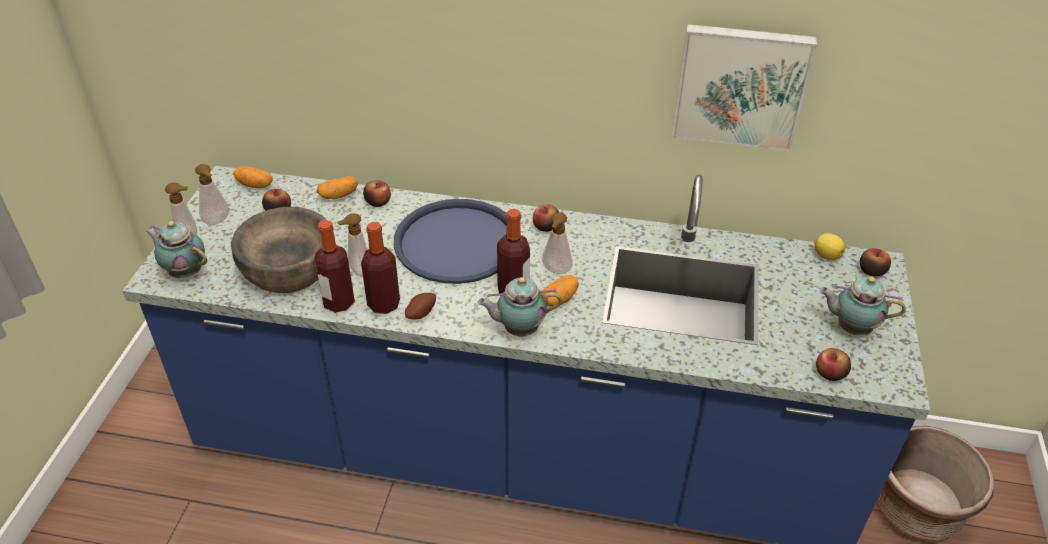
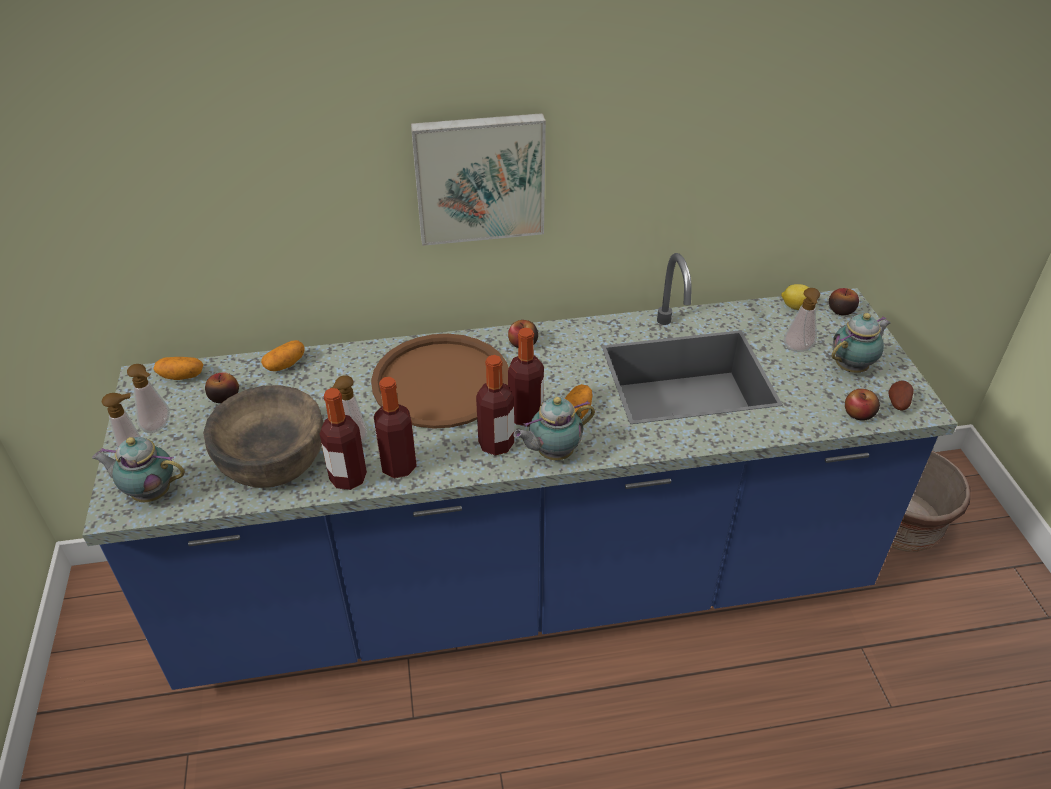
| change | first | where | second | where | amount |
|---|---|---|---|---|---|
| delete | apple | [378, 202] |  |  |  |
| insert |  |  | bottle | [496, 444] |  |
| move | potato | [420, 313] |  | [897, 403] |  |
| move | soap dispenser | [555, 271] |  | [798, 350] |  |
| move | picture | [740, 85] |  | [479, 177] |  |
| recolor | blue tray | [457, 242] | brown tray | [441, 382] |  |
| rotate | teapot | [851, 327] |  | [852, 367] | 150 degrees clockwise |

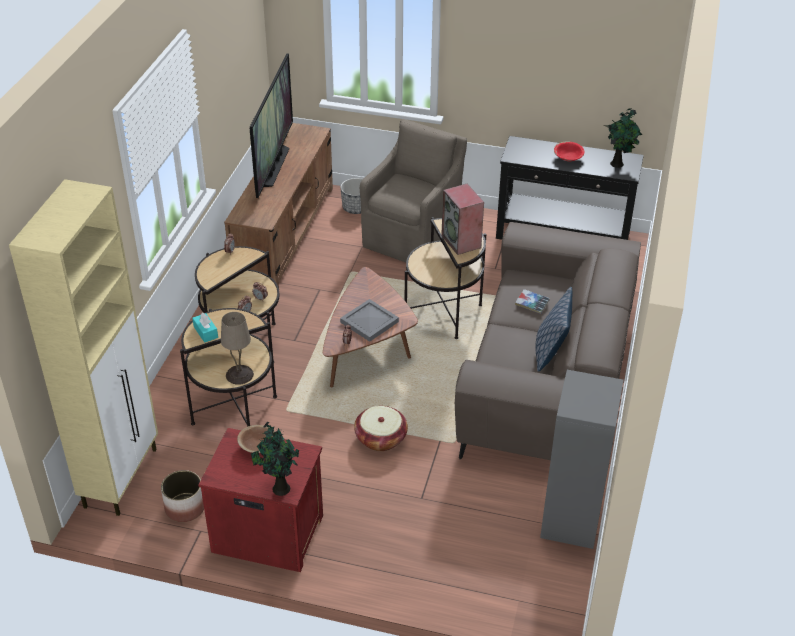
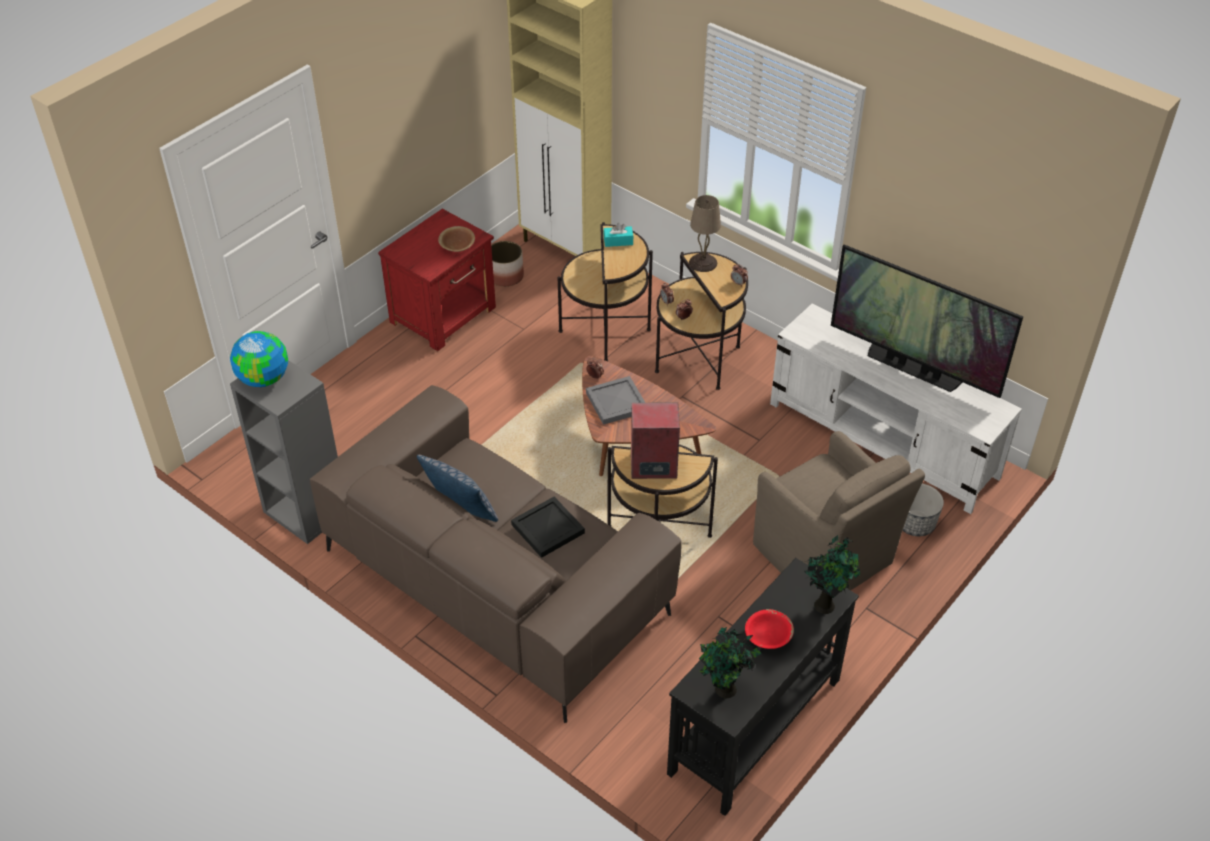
| change | first | where | second | where | amount |
|---|---|---|---|---|---|
| delete | basket | [380, 438] |  |  |  |
| insert |  |  | globe | [263, 378] |  |
| move | beige table lamp | [240, 375] |  | [702, 263] |  |
| move | potted plant | [279, 488] |  | [825, 604] |  |
| replace | book | [532, 304] | black tray | [546, 528] |  |
| recolor | brown tv stand | [285, 234] | white tv stand | [883, 441] |  |

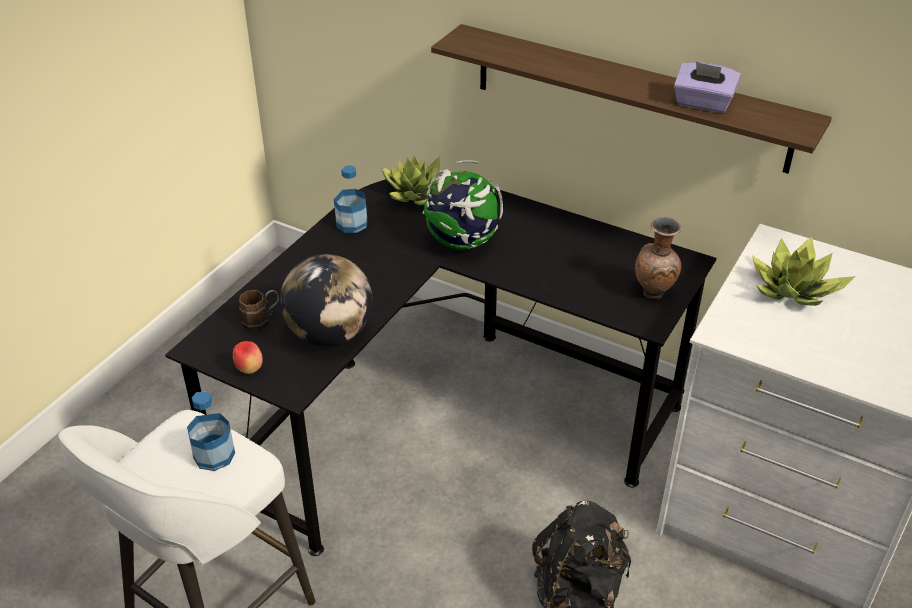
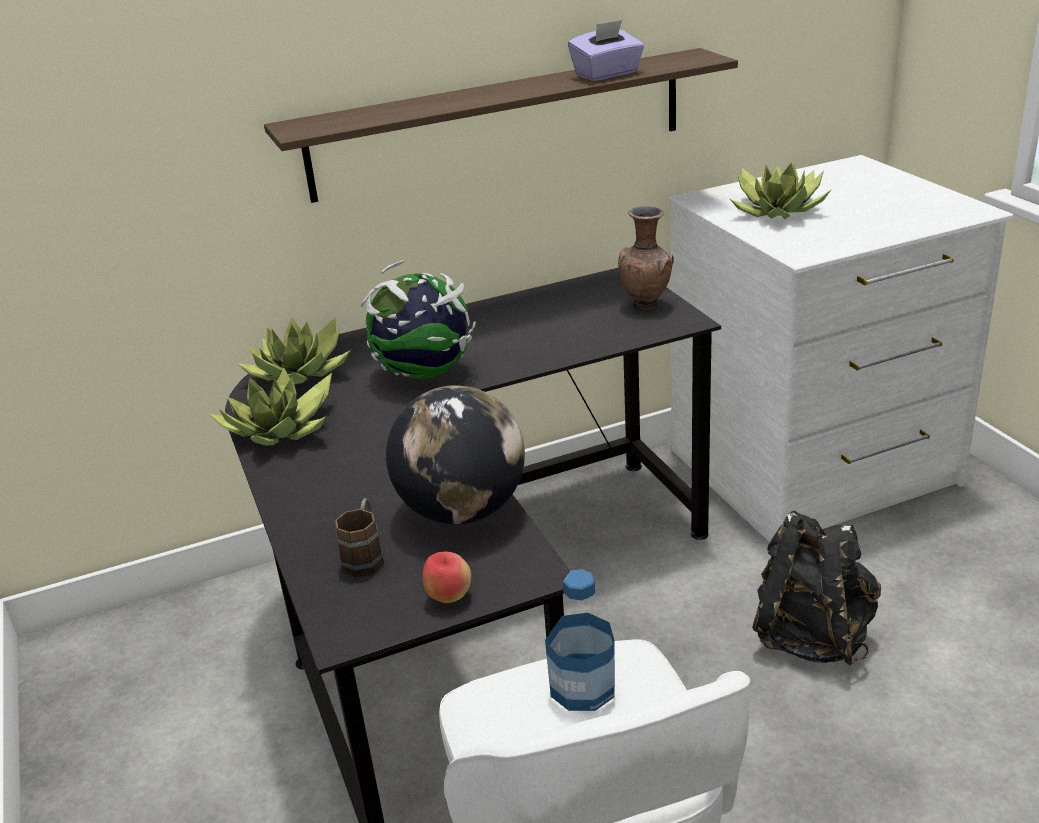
| change | first | where | second | where | amount |
|---|---|---|---|---|---|
| replace | bottle | [352, 224] | potted plant | [282, 430] |  |

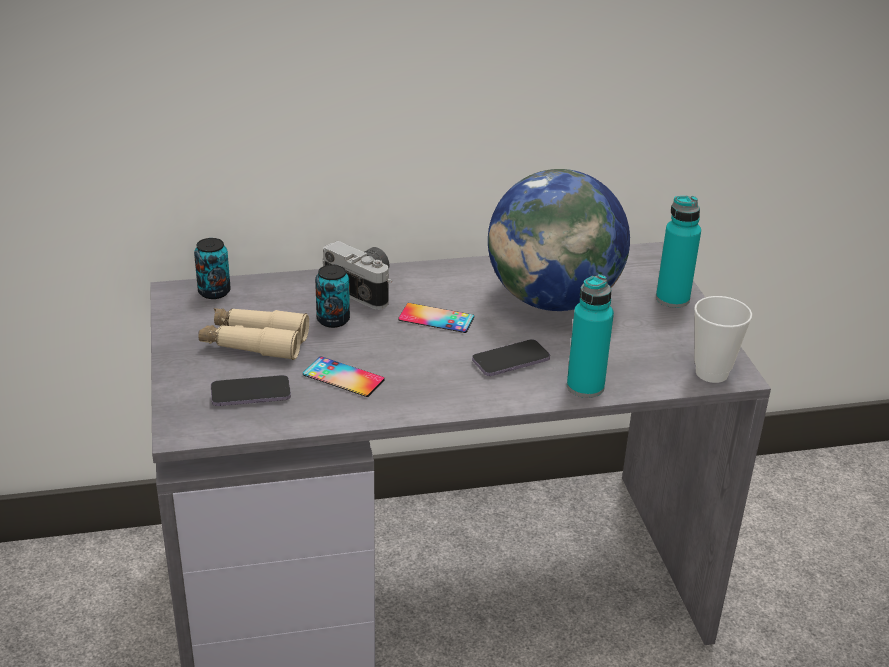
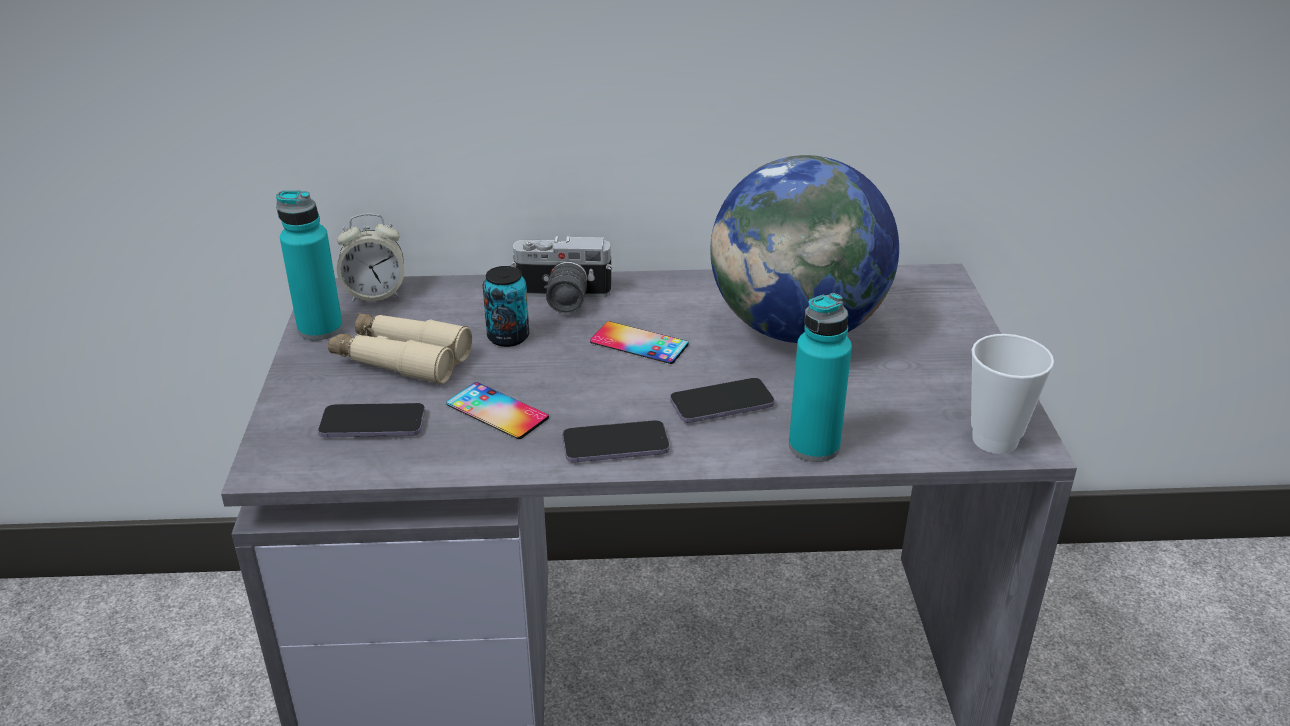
| change | first | where | second | where | amount |
|---|---|---|---|---|---|
| insert |  |  | phone | [615, 445] |  |
| move | turquoise bottle | [672, 299] |  | [320, 329] |  |
| replace | can | [214, 292] | alarm clock | [375, 294] |  |
| rotate | photo camera | [365, 288] |  | [561, 300] | 135 degrees clockwise |

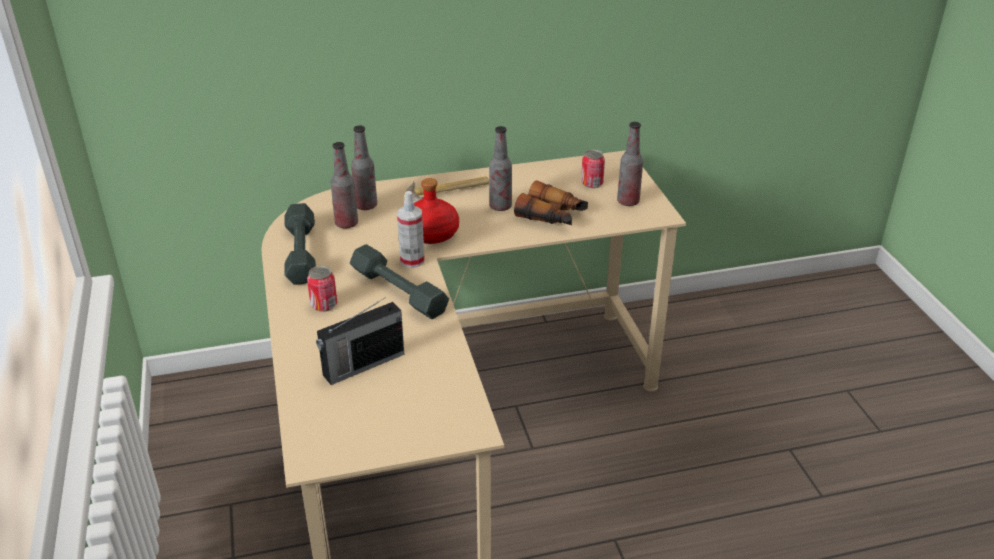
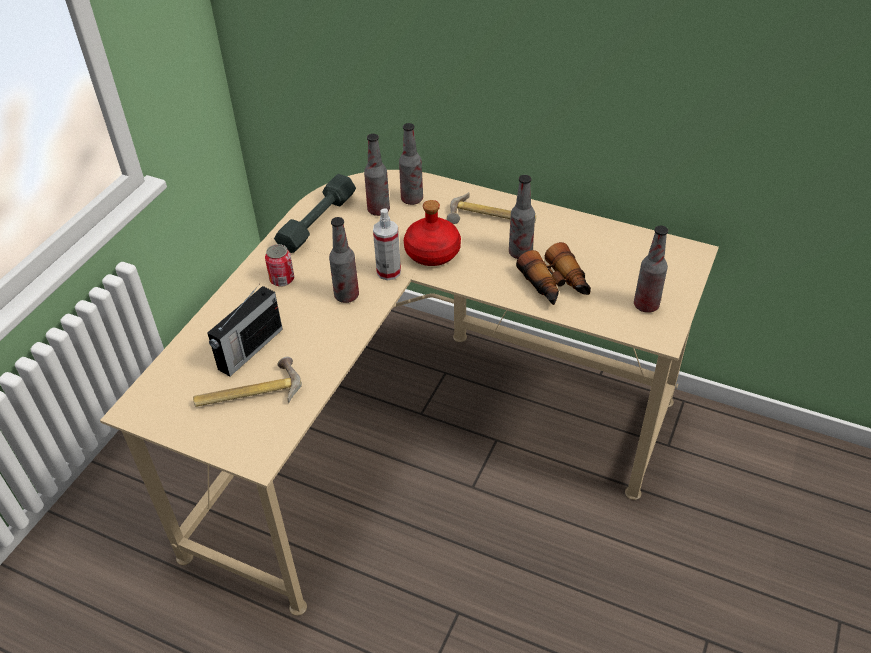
| change | first | where | second | where | amount |
|---|---|---|---|---|---|
| delete | can | [592, 183] |  |  |  |
| insert |  |  | hammer | [248, 392] |  |
| replace | grey dumbbell | [398, 291] | bottle | [346, 296] |  |
| rotate | radio | [362, 365] |  | [249, 350] | 60 degrees counterclockwise |

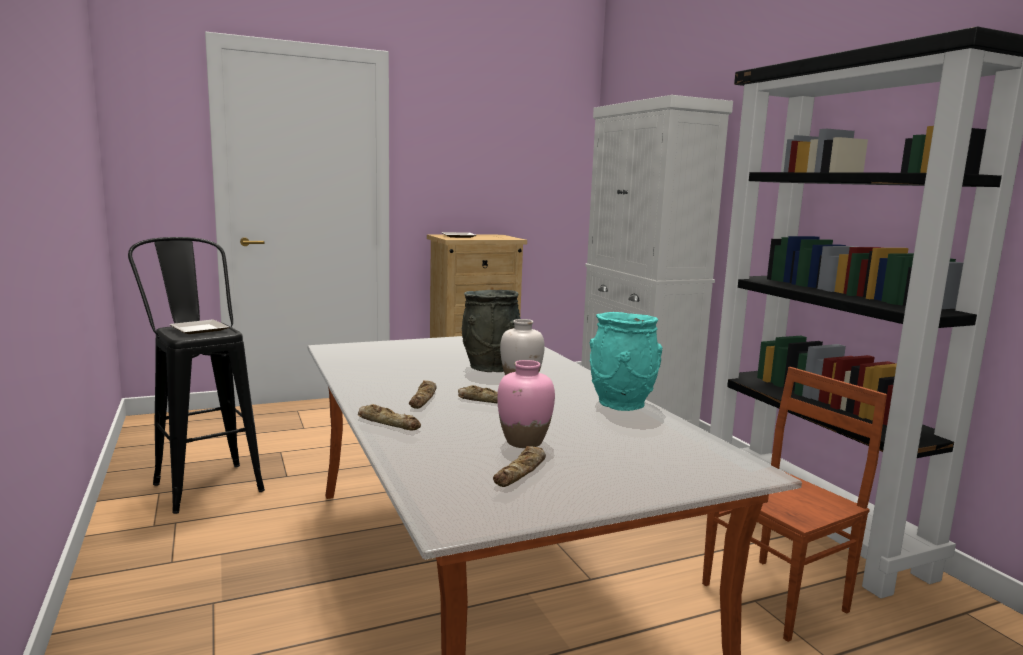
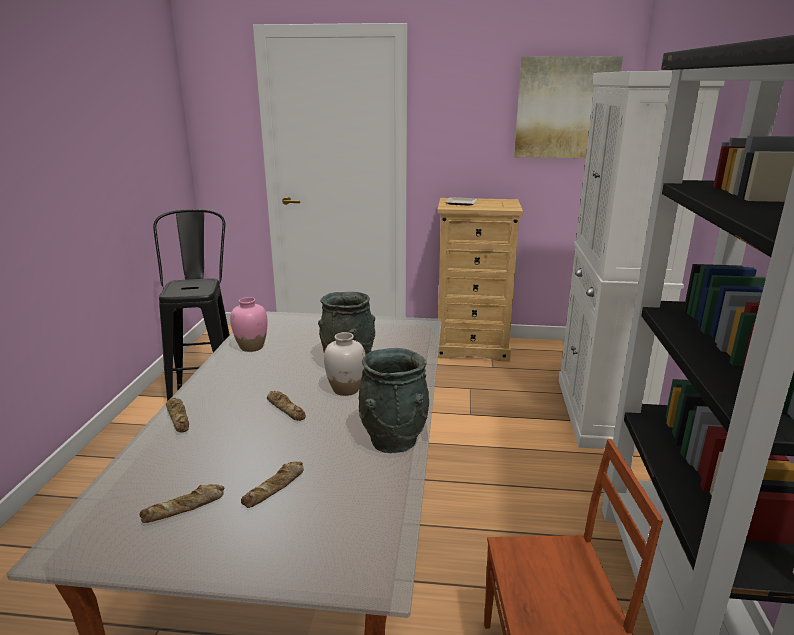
| change | first | where | second | where | amount |
|---|---|---|---|---|---|
| delete | plate | [197, 329] |  |  |  |
| insert |  |  | picture | [565, 108] |  |
| move | bread | [424, 399] |  | [275, 488] |  |
| move | pink vase | [524, 442] |  | [251, 347] |  |
| recolor | turquoise vase | [622, 403] | grey vase | [394, 440] |  |

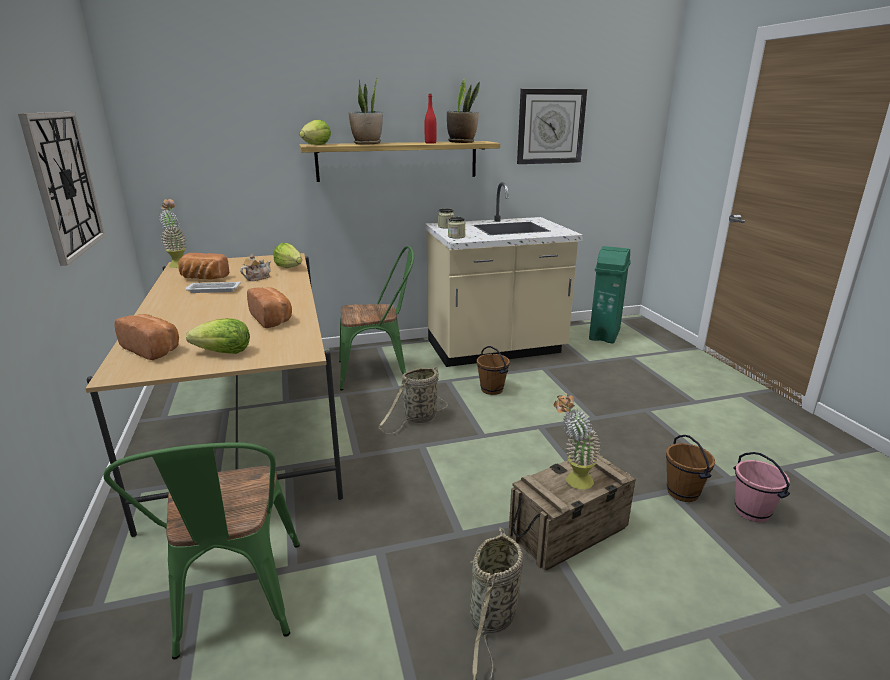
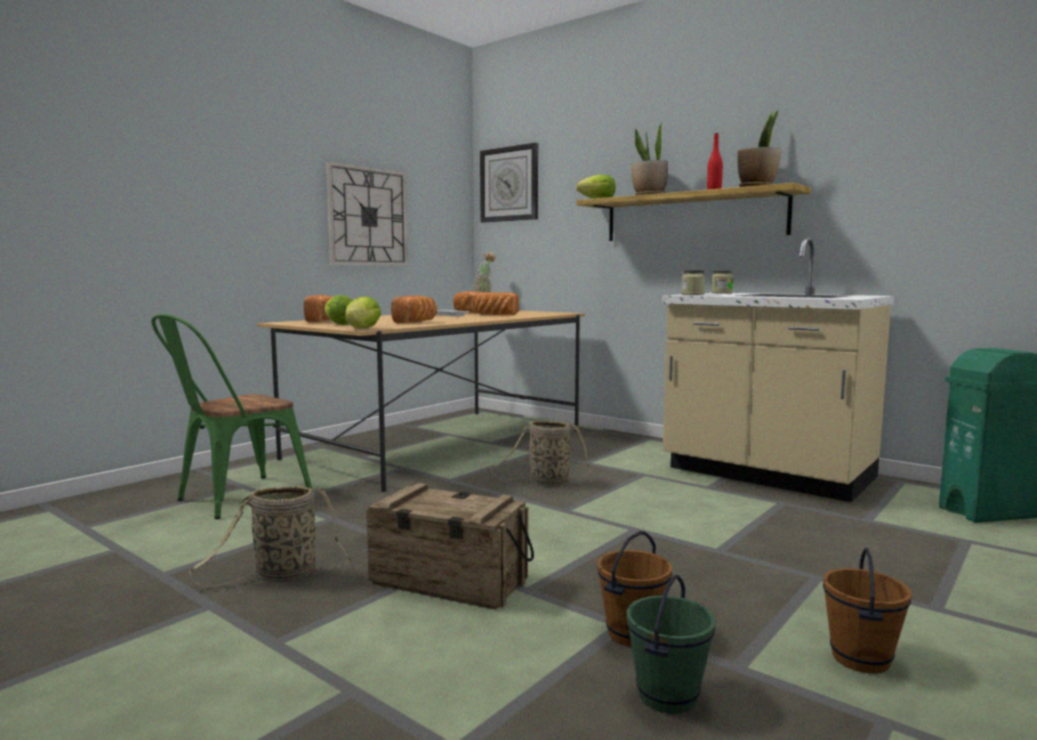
| change | first | where | second | where | amount |
|---|---|---|---|---|---|
| delete | green chair | [379, 371] |  |  |  |
| delete | potted plant | [572, 481] |  |  |  |
| move | lettuce | [289, 267] |  | [362, 328] |  |
| move | brown bucket | [492, 389] |  | [862, 659] |  |
| move | wall clock | [550, 126] |  | [509, 184] |  |
| replace | teapot | [257, 278] | bread | [495, 315] |  |
| recolor | pink bucket | [752, 512] | green bucket | [669, 696] |  |

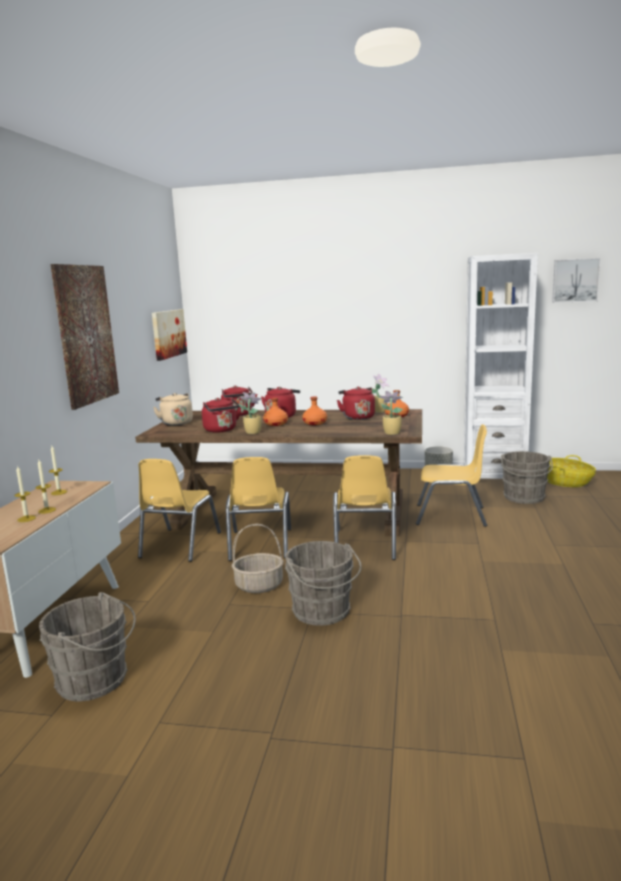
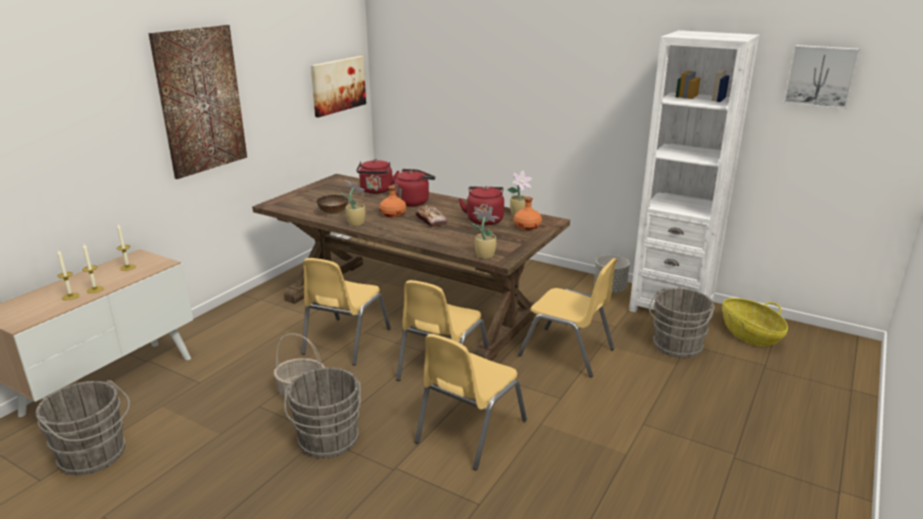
| change | first | where | second | where | amount |
|---|---|---|---|---|---|
| delete | beige kettle | [176, 423] |  |  |  |
| move | yellow chair | [179, 545] |  | [470, 431] |  |
| replace | red kettle | [221, 430] | bowl | [333, 213] |  |
| replace | orange bottle | [315, 423] | bread | [431, 221] |  |

